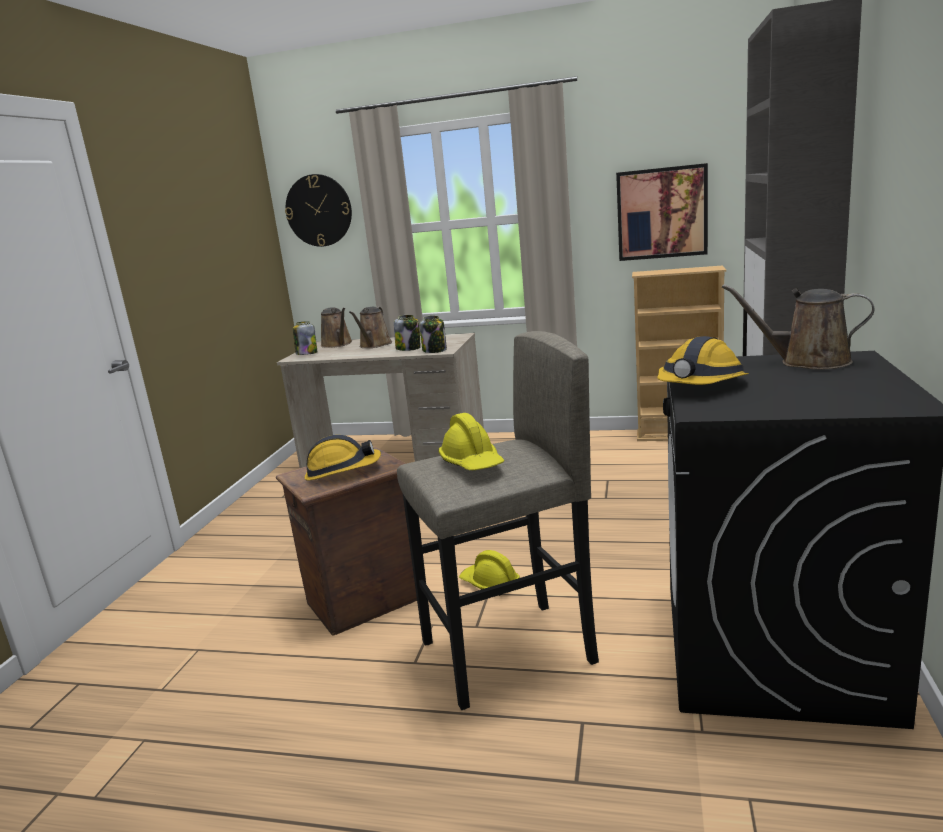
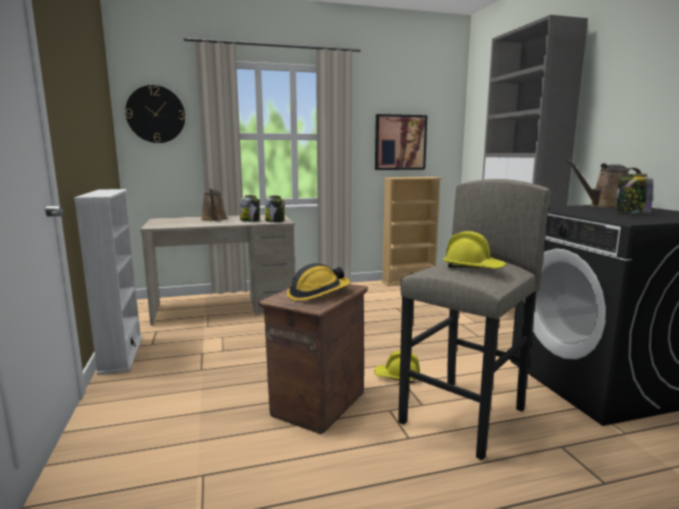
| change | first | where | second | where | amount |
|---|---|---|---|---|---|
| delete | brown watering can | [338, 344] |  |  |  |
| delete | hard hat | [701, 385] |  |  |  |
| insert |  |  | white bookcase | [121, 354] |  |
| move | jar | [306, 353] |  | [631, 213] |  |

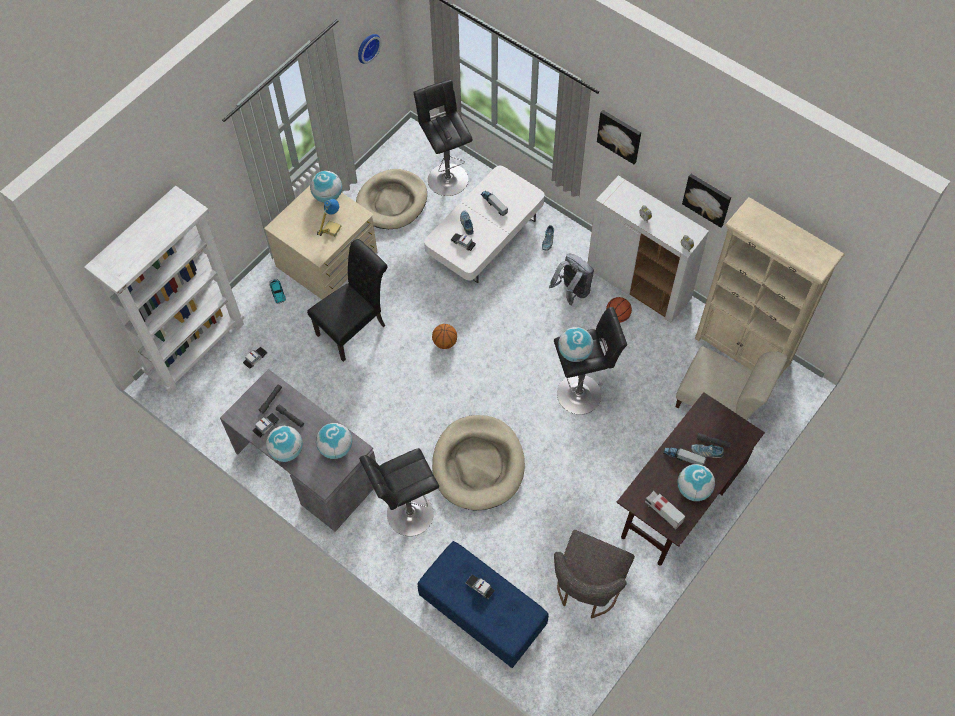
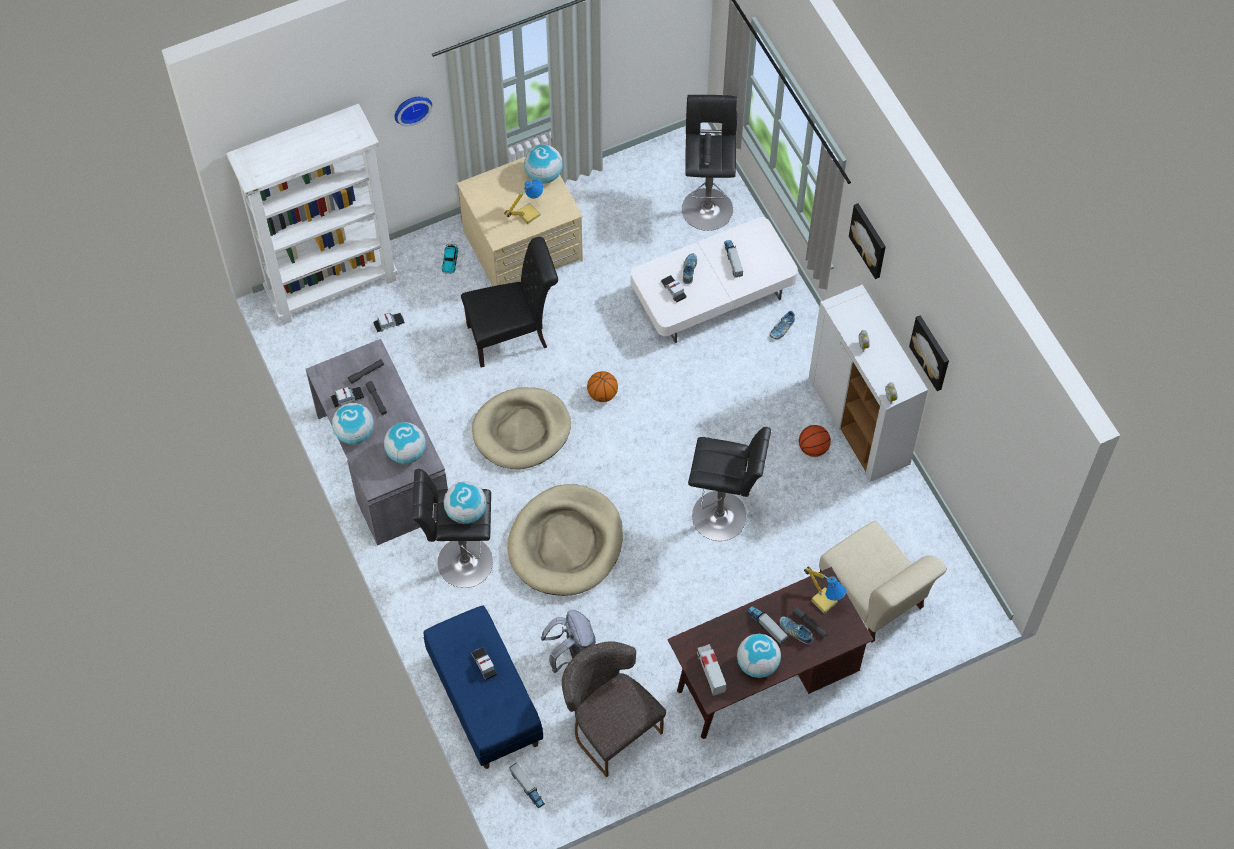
| change | first | where | second | where | amount |
|---|---|---|---|---|---|
| delete | beige bookcase | [742, 351] |  |  |  |
| insert |  |  | toy truck | [527, 787] |  |
| insert |  |  | table lamp | [824, 600] |  |
| move | beige dog bed | [392, 201] |  | [521, 430] |  |
| move | wall clock | [367, 47] |  | [411, 108] |  |
| move | grey backpack | [572, 292] |  | [572, 654] |  |
| move | globe | [574, 352] |  | [466, 511] |  |
| rotate | grey chair | [587, 589] |  | [609, 726] | 90 degrees clockwise |

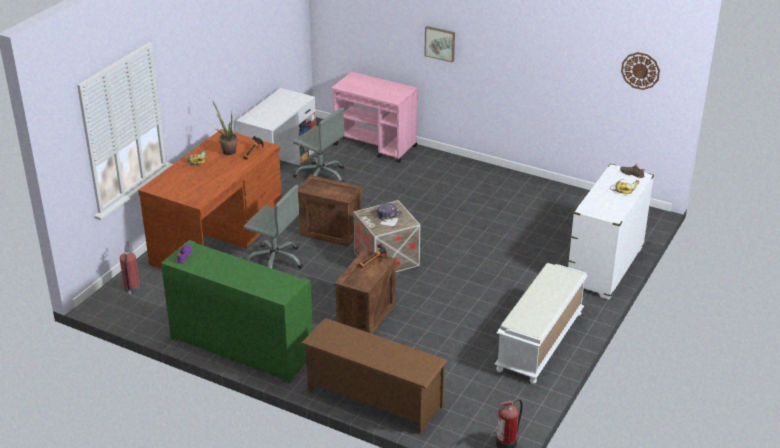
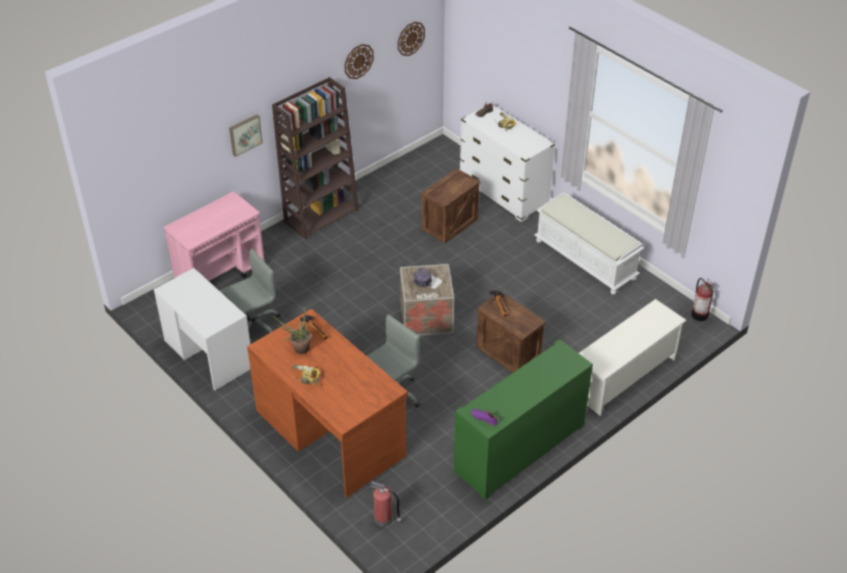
| change | first | where | second | where | amount |
|---|---|---|---|---|---|
| insert |  |  | brown bookcase | [321, 215] |  |
| insert |  |  | wall clock | [358, 61] |  |
| move | crate | [331, 232] |  | [449, 224] |  |
| recolor | brown shoe rack | [373, 399] | white shoe rack | [623, 376] |  |

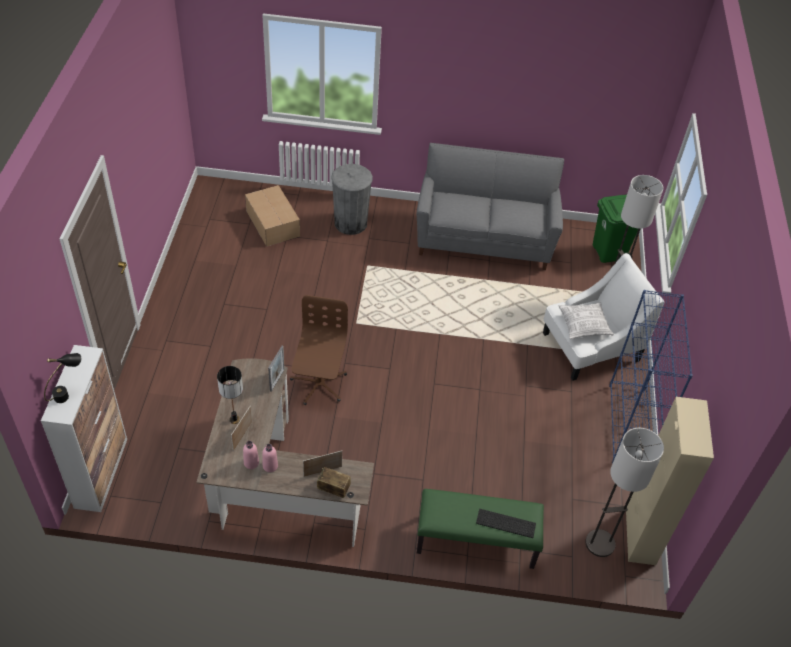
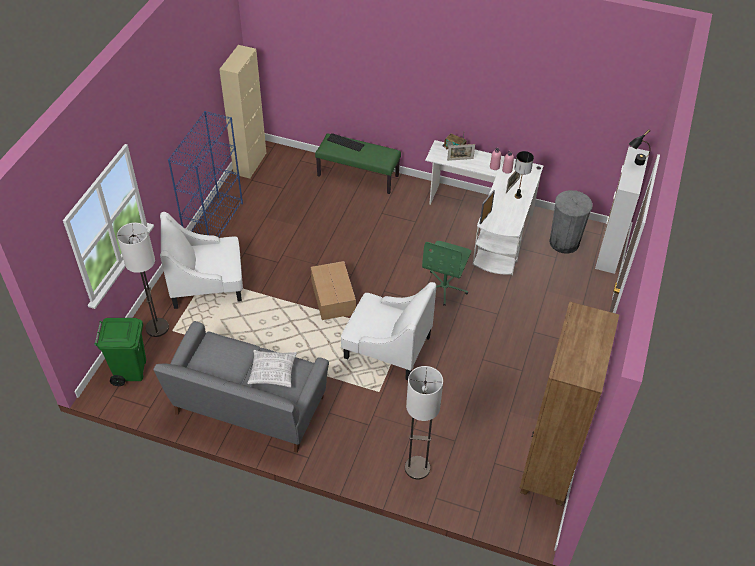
| change | first | where | second | where | amount |
|---|---|---|---|---|---|
| insert |  |  | white armchair | [387, 347] |  |
| insert |  |  | brown bookcase | [548, 463] |  |
| move | cardboard box | [273, 223] |  | [333, 298] |  |
| move | grey trash can | [350, 223] |  | [564, 242] |  |
| move | pillow | [584, 325] |  | [272, 372] |  |
| move | floor lamp | [600, 543] |  | [417, 468] |  |
| recolor | brown desk | [272, 485] | white desk | [488, 224] |  |
| recolor | brown office chair | [319, 384] | green office chair | [444, 287] |  |

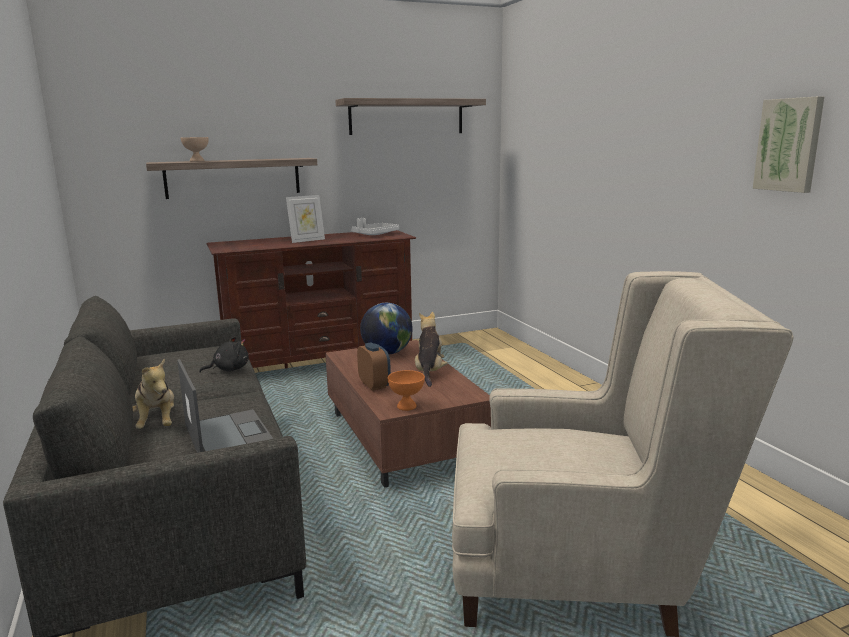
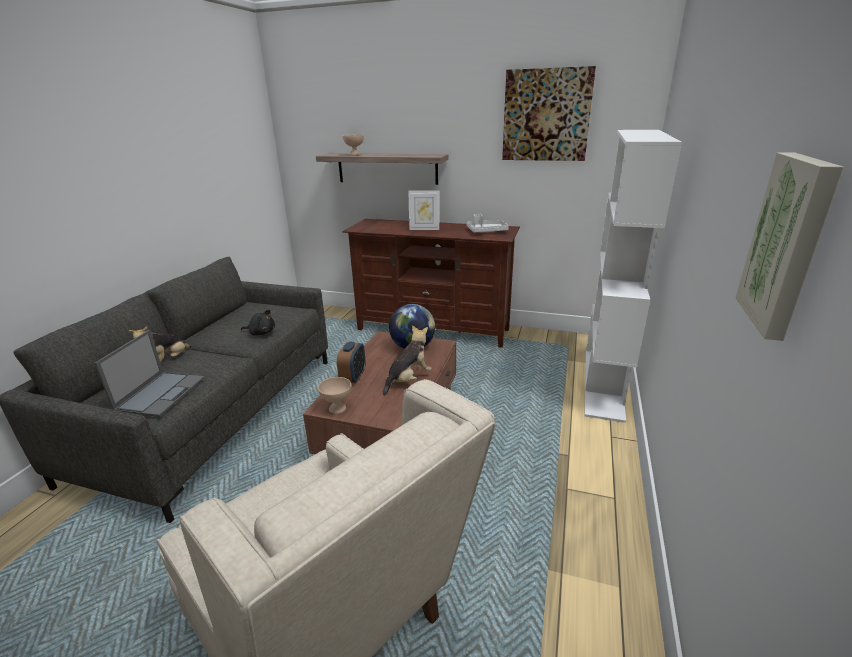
| change | first | where | second | where | amount |
|---|---|---|---|---|---|
| insert |  |  | white bookcase | [604, 383] |  |
| replace | shelf | [406, 117] | picture | [546, 115] |  |
| recolor | orange bowl | [406, 407] | beige bowl | [337, 409] |  |

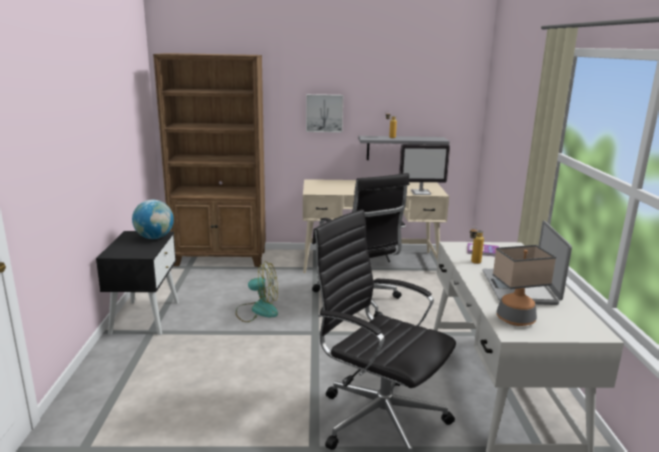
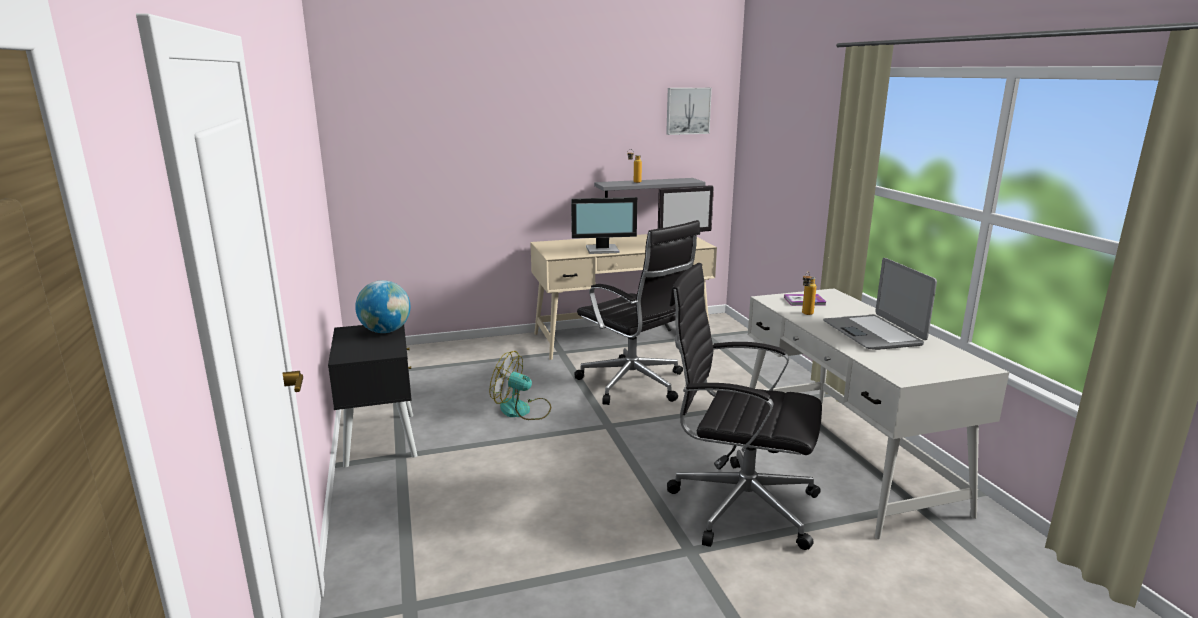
| change | first | where | second | where | amount |
|---|---|---|---|---|---|
| delete | brown bookcase | [221, 258] |  |  |  |
| delete | table lamp | [515, 319] |  |  |  |
| insert |  |  | monitor | [603, 250] |  |
| move | picture | [324, 113] |  | [687, 111] |  |
| rotate | fan | [257, 310] |  | [522, 410] | 150 degrees counterclockwise |

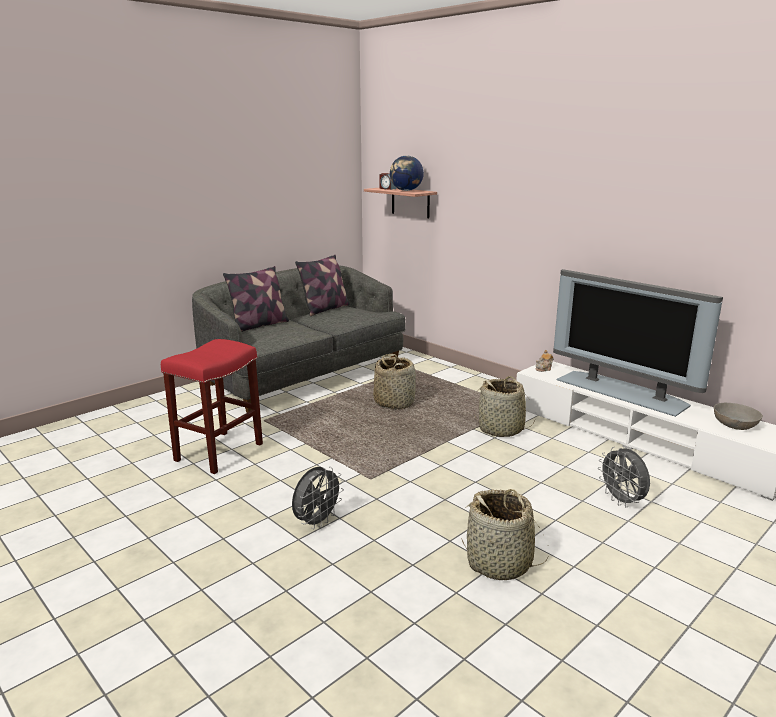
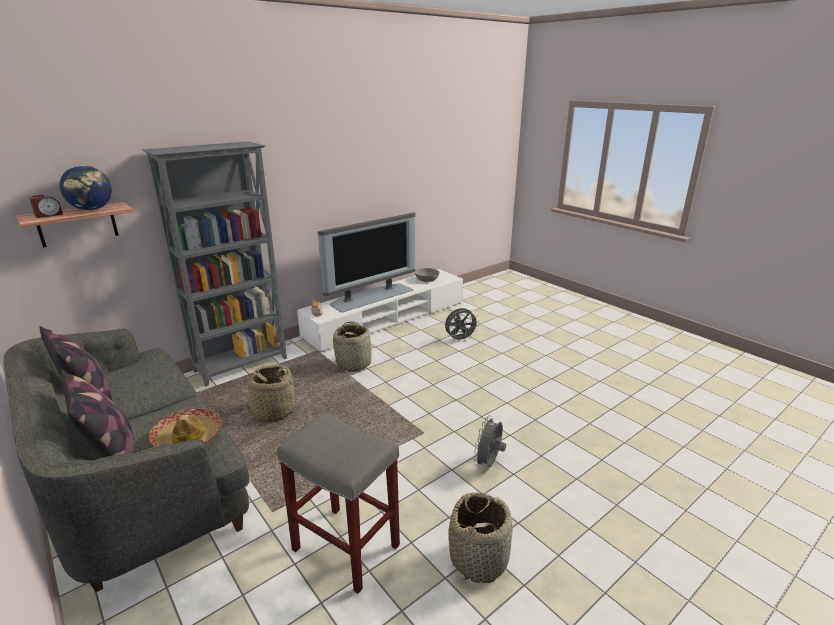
| change | first | where | second | where | amount |
|---|---|---|---|---|---|
| insert |  |  | grey bookcase | [242, 365] |  |
| insert |  |  | hat | [187, 437] |  |
| move | basket | [499, 563] |  | [479, 558] |  |
| recolor | red stool | [219, 451] | grey stool | [344, 547] |  |
| rotate | grey fan | [317, 522] |  | [488, 463] | 105 degrees counterclockwise |

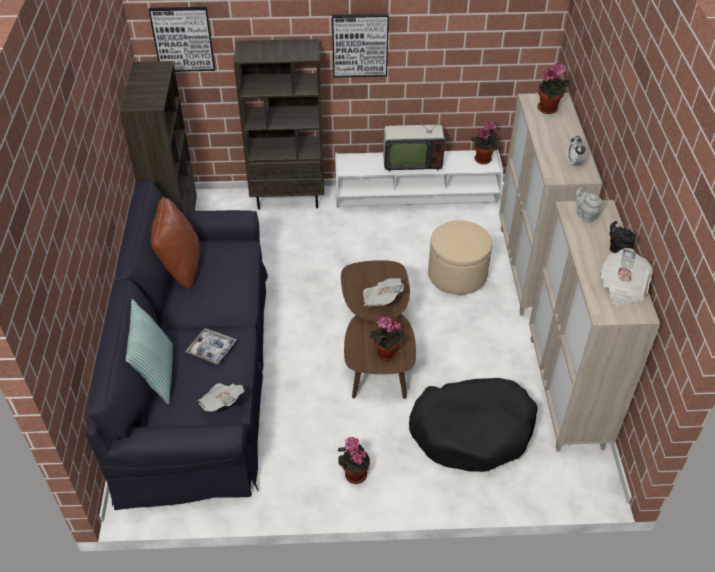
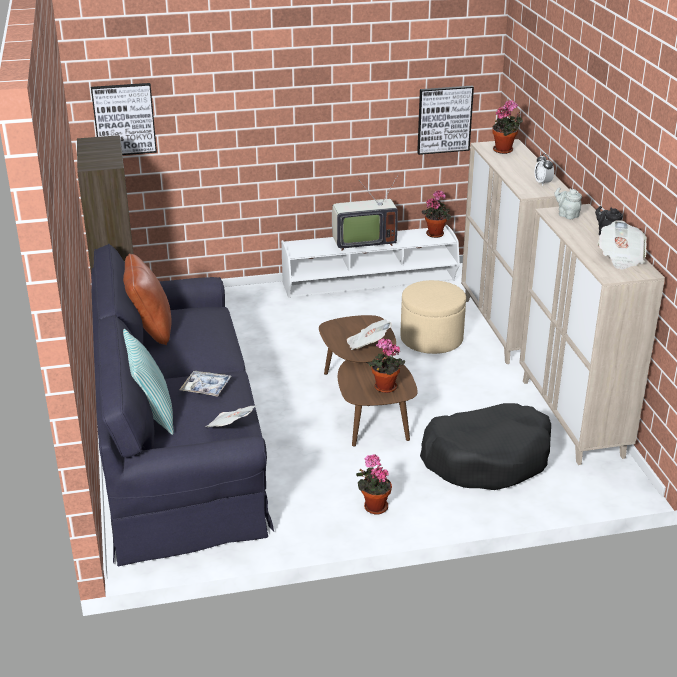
| change | first | where | second | where | amount |
|---|---|---|---|---|---|
| delete | brown bookcase | [288, 198] |  |  |  |
| move | picture | [360, 45] |  | [444, 119] |  |

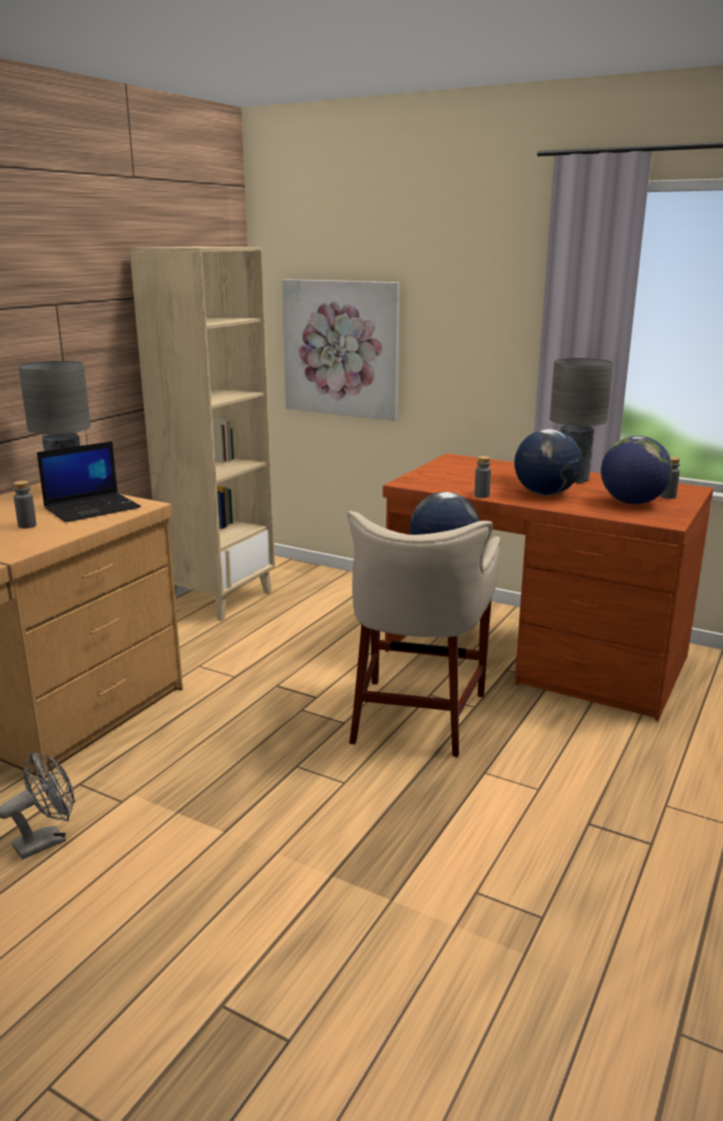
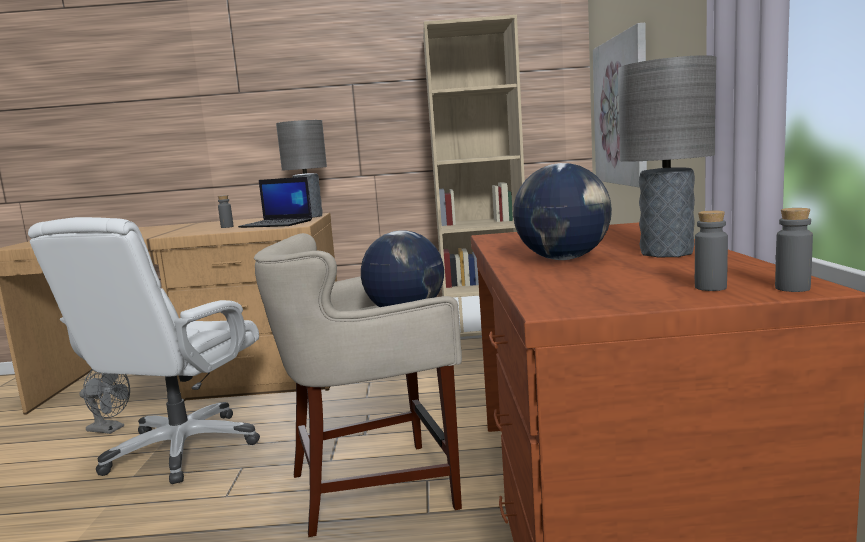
| change | first | where | second | where | amount |
|---|---|---|---|---|---|
| delete | globe | [632, 502] |  |  |  |
| insert |  |  | white office chair | [181, 449] |  |
| move | grey bottle | [482, 495] |  | [792, 288] |  |

